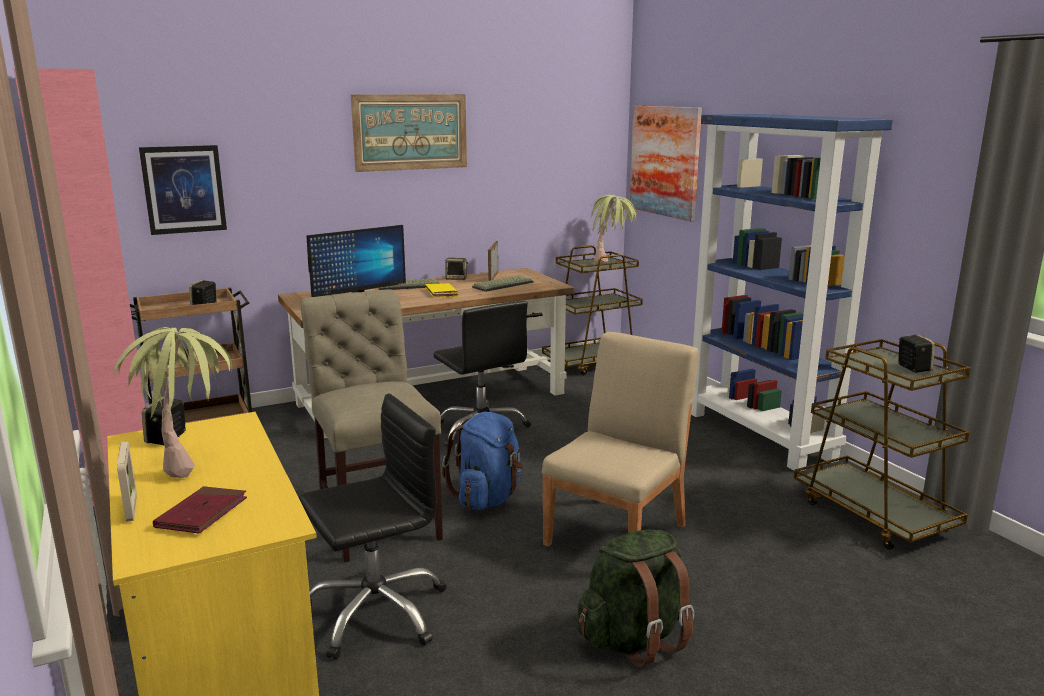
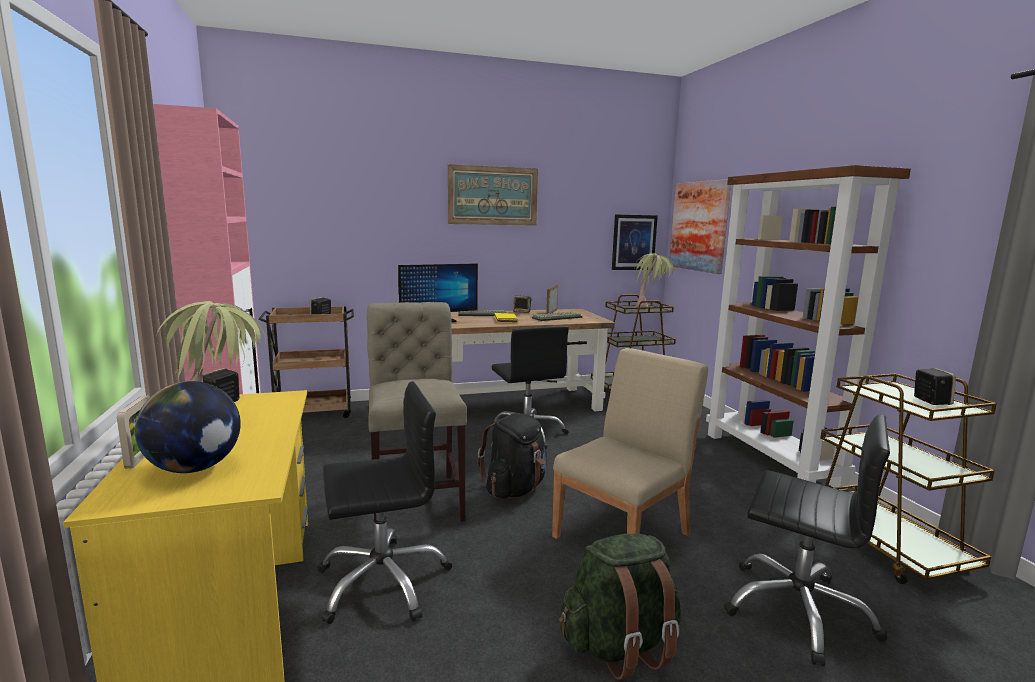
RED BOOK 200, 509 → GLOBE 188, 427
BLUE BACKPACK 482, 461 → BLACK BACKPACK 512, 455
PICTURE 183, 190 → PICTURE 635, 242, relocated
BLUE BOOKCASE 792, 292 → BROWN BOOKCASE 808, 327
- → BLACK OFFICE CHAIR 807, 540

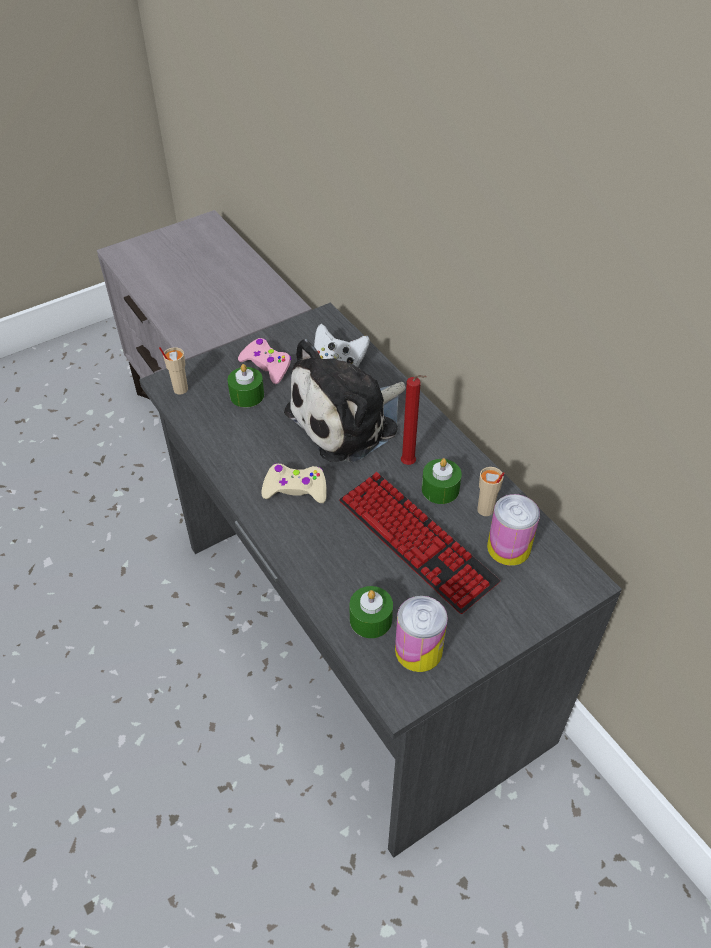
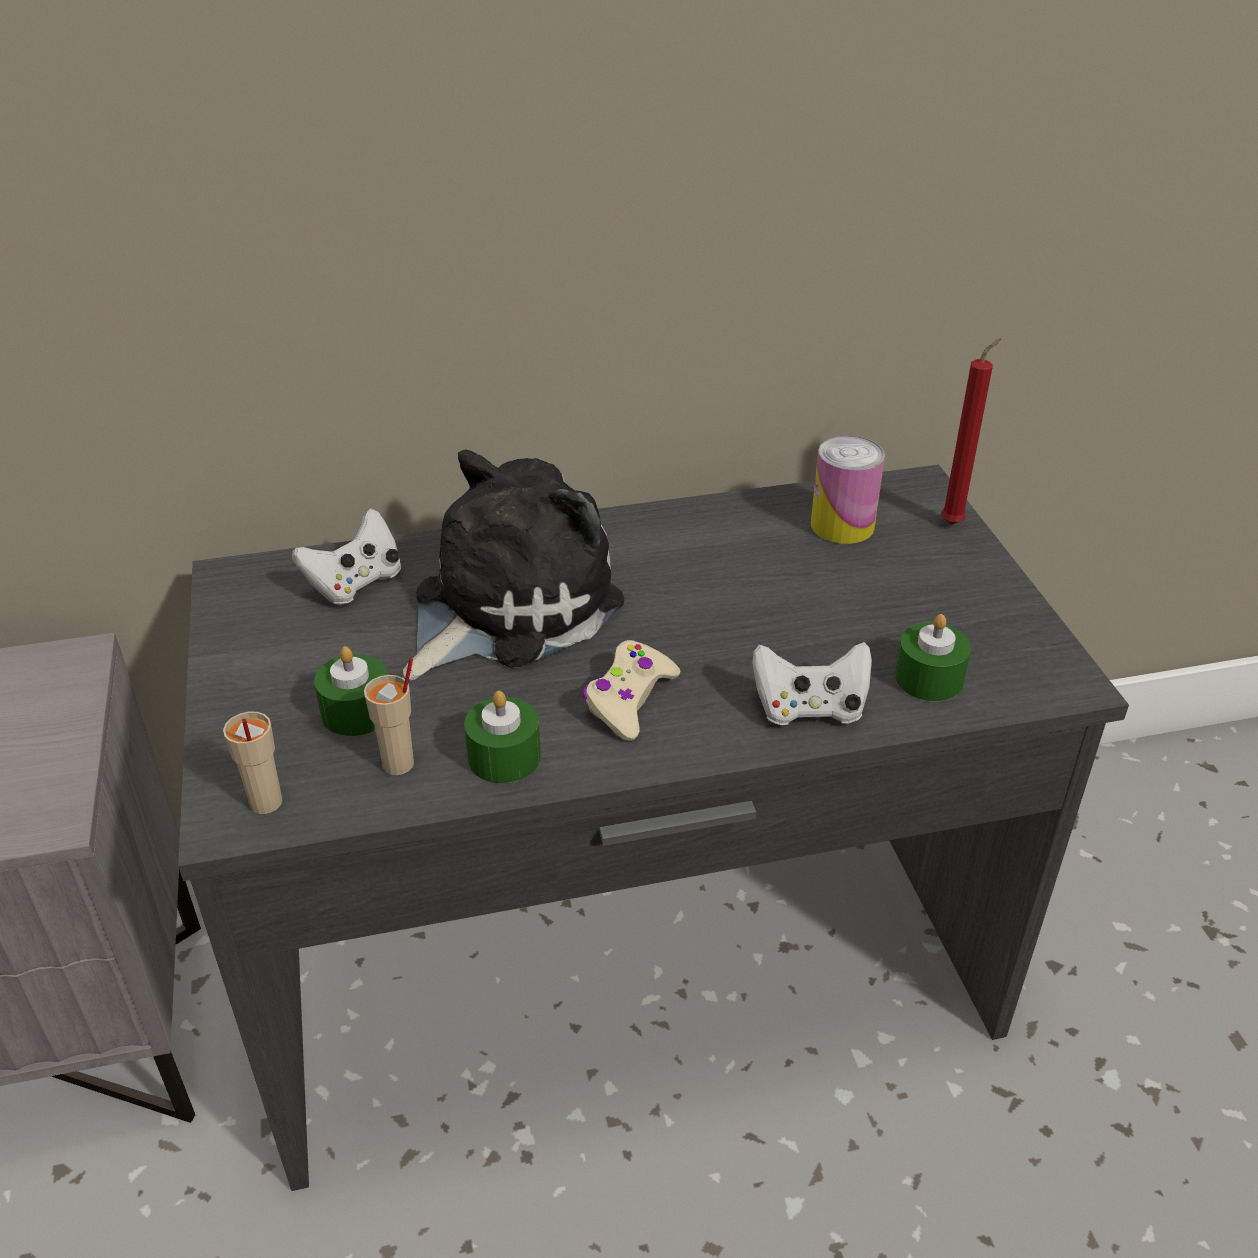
BEIGE CUP 490, 491 → BEIGE CUP 389, 716, relocated
PLUSH TOY 345, 400 → PLUSH TOY 514, 564, 120 degrees counterclockwise
GREEN CANDLE 442, 481 → GREEN CANDLE 502, 737, relocated
- → WHITE GAME CONTROLLER 812, 683
RED CANDLE 414, 420 → RED CANDLE 971, 431, relocated
PINK GAME CONTROLLER 265, 361 → -
KEYBOARD 419, 543 → -
CAN 421, 634 → -

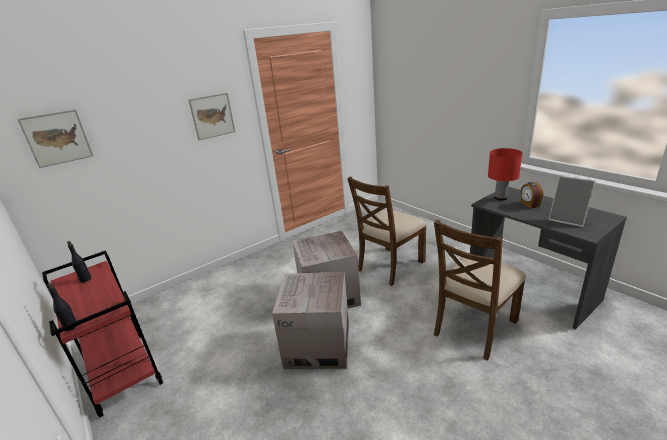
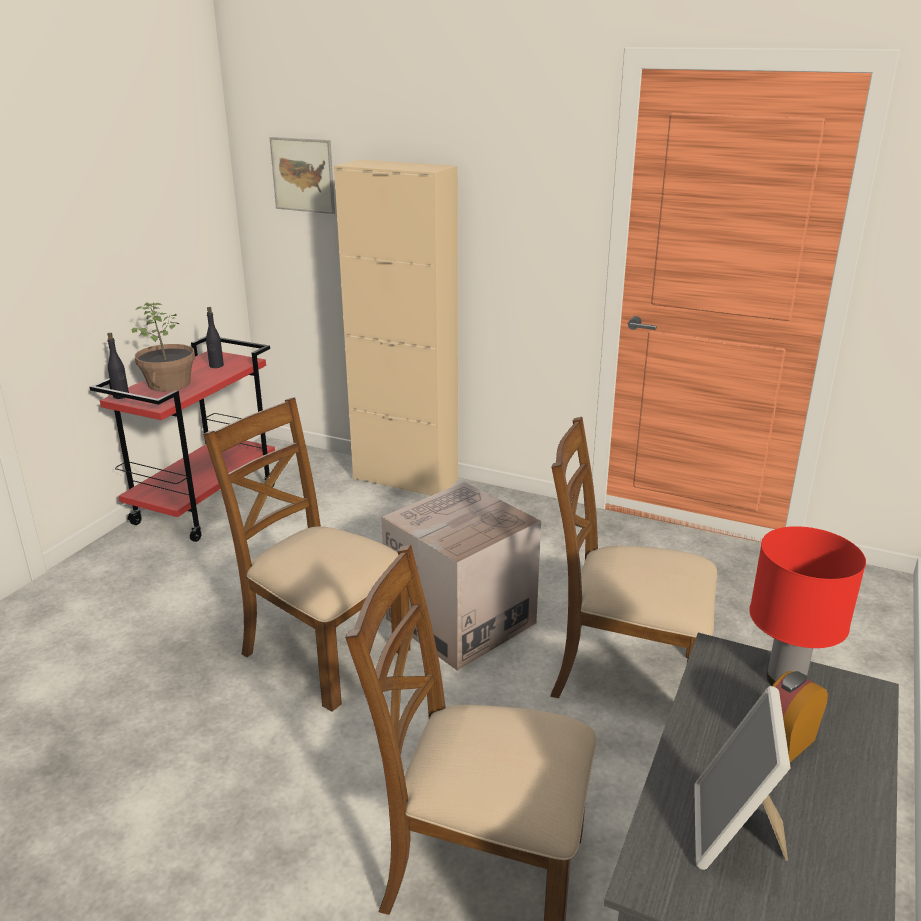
- → POTTED PLANT 163, 346
CARDBOARD BOX 310, 320 → BROWN CHAIR 306, 554
- → BEIGE CABINET 396, 328
PICTURE 211, 116 → -

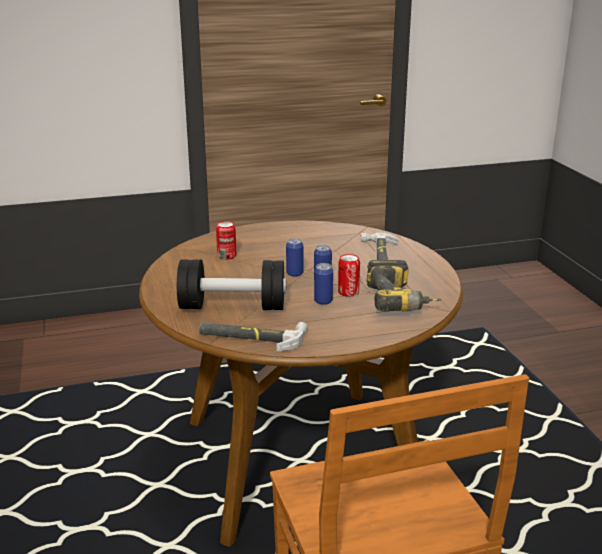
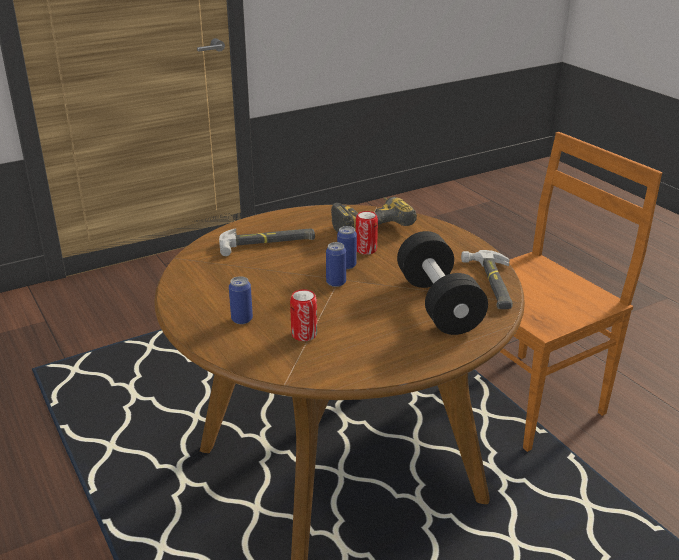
CAN 323, 284 → CAN 241, 300, relocated

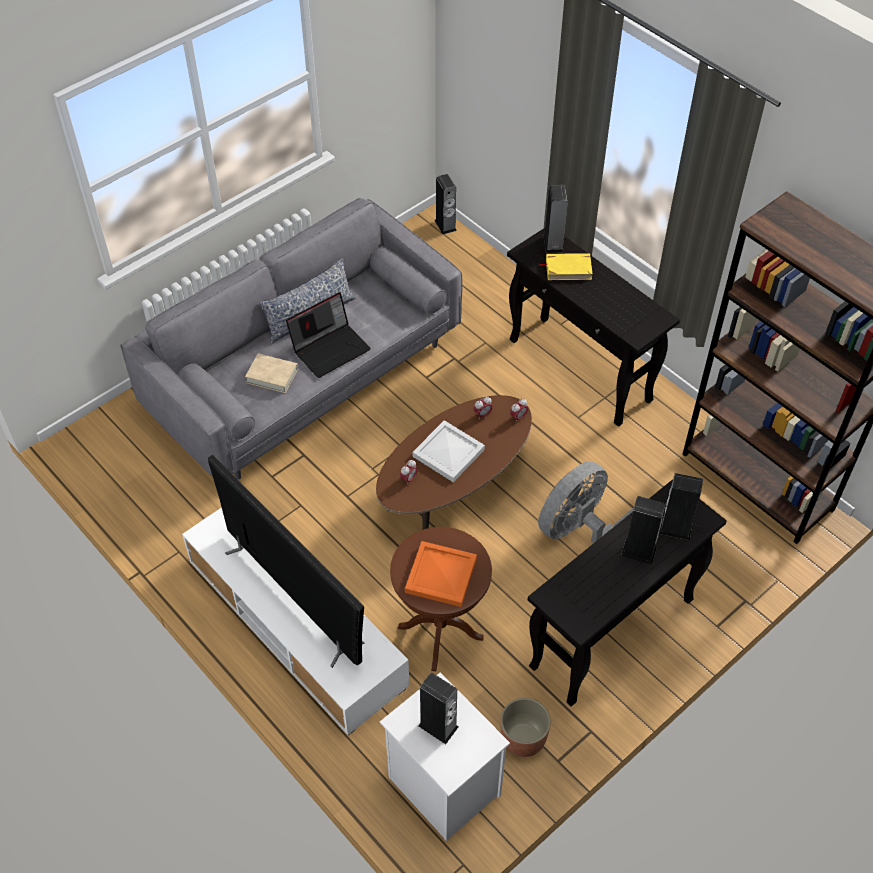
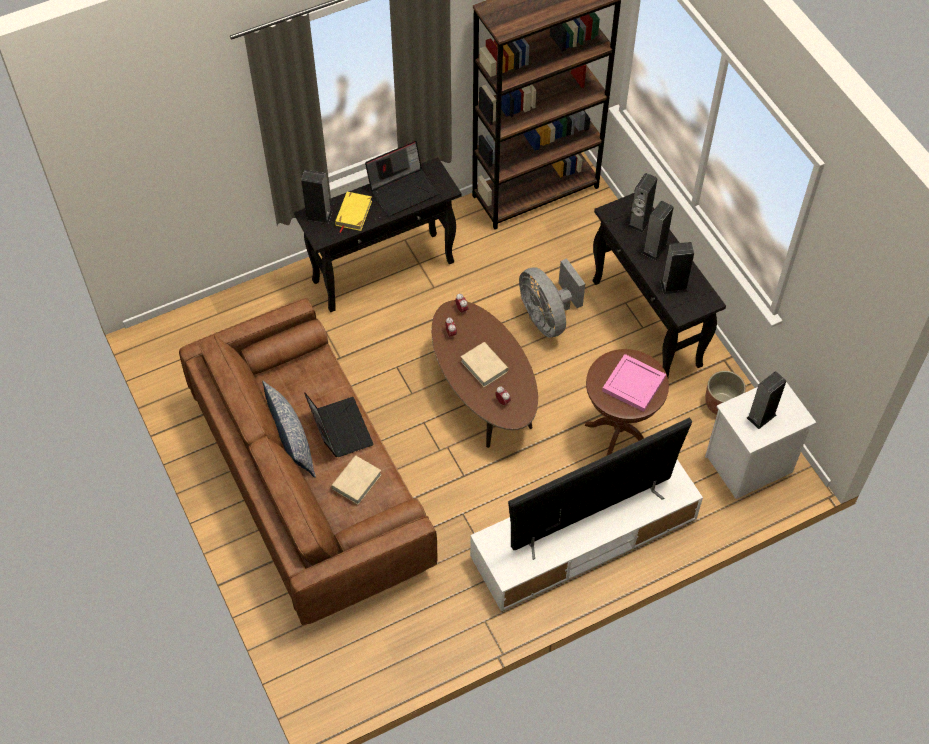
GREY SOFA 291, 338 → BROWN SOFA 308, 461
- → LAPTOP 402, 178
WHITE TRAY 448, 451 → BEIGE BOOK 485, 364
ORANGE TRAY 441, 574 → PINK TRAY 634, 383
SPEAKER 446, 204 → SPEAKER 677, 268, relocated

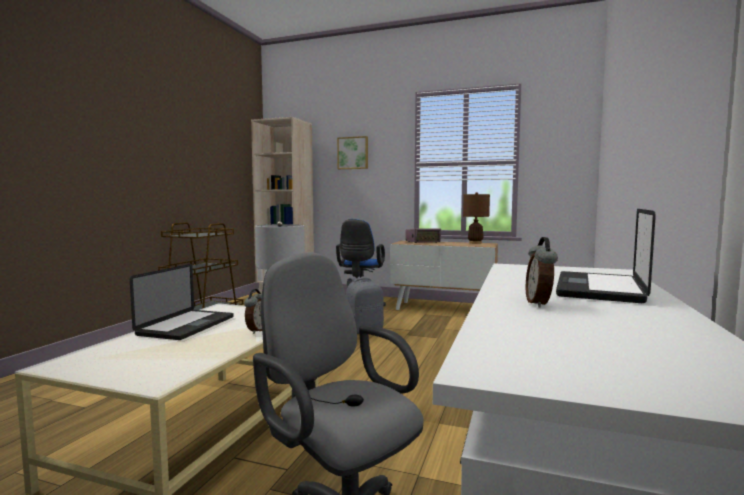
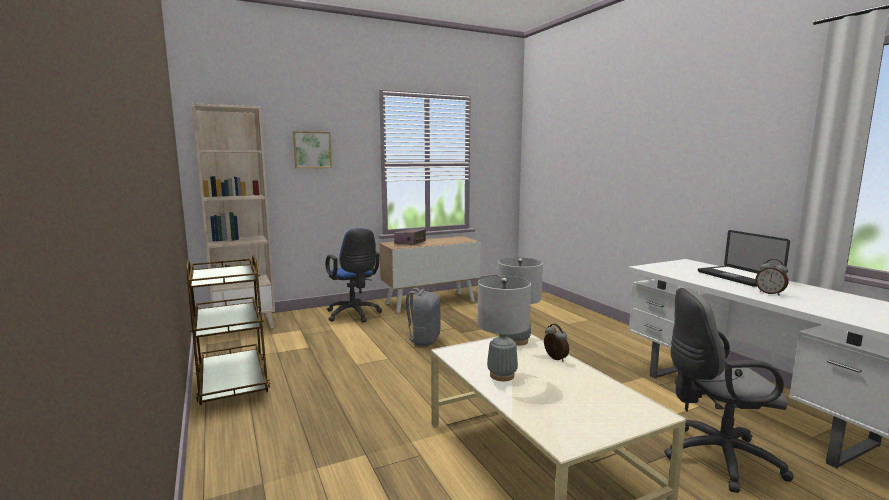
LAPTOP 182, 302 → GREY TABLE LAMP 504, 328
BROWN TABLE LAMP 476, 218 → -

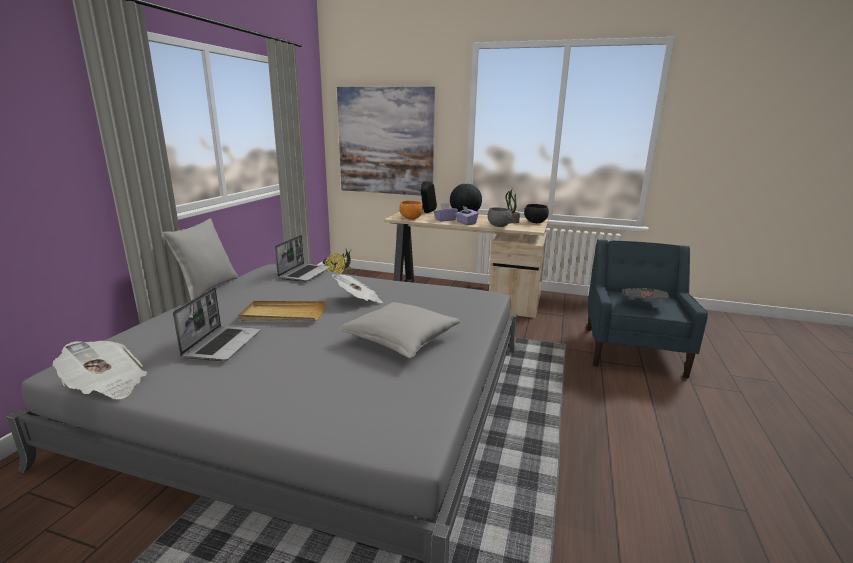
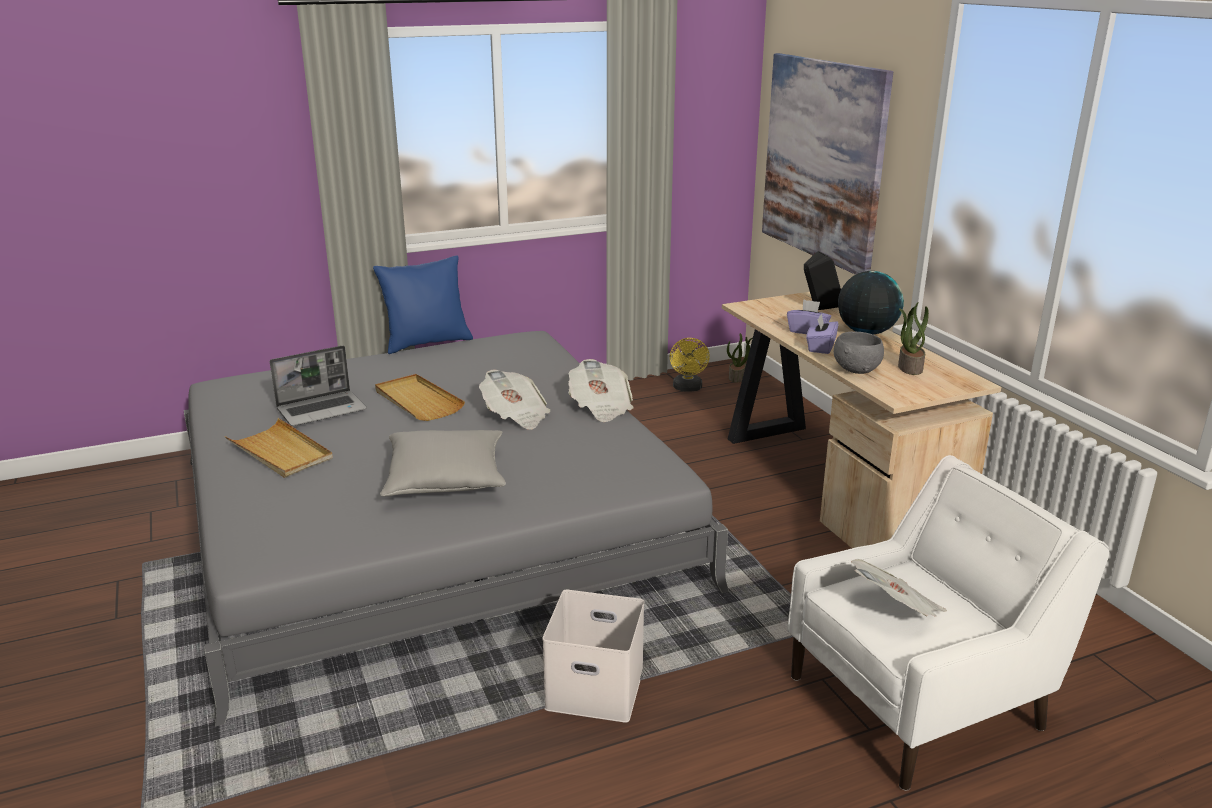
- → BEIGE TRAY 279, 448
GREY PILLOW 200, 260 → BLUE PILLOW 423, 305
- → WHITE STORAGE BOX 593, 656
NEWSPAPER 100, 370 → NEWSPAPER 601, 390, relocated
BLUE ARMCHAIR 647, 309 → WHITE ARMCHAIR 948, 623
LAPTOP 303, 258 → -
ORANGE BOWL 411, 210 → -
BLACK BOWL 536, 213 → -

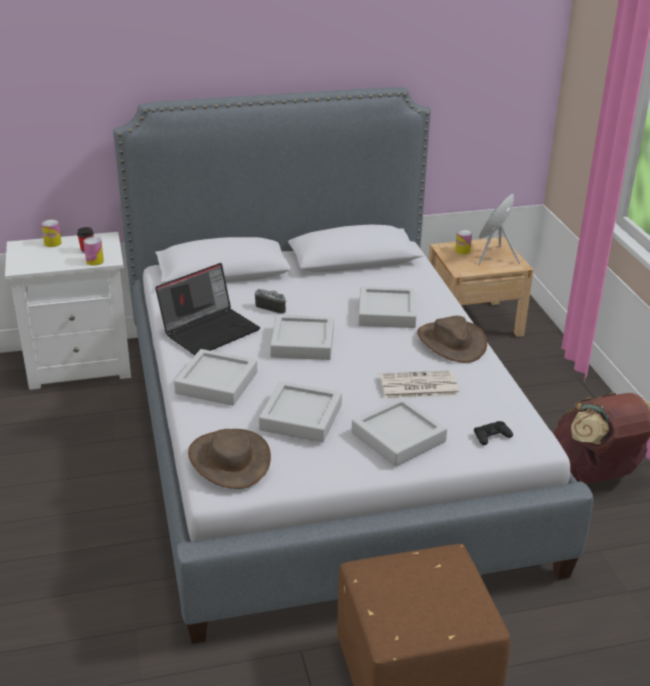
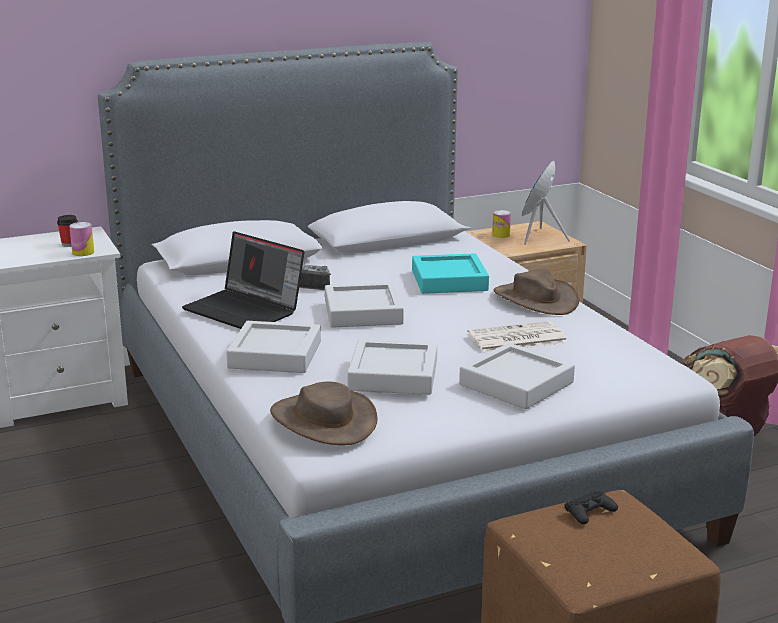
LAPTOP 207, 309 → LAPTOP 243, 280, 90 degrees clockwise
GREY TRAY 387, 307 → TURQUOISE TRAY 450, 273
BLACK GAME CONTROLLER 493, 433 → BLACK GAME CONTROLLER 591, 507, relocated
CAN 51, 233 → -

